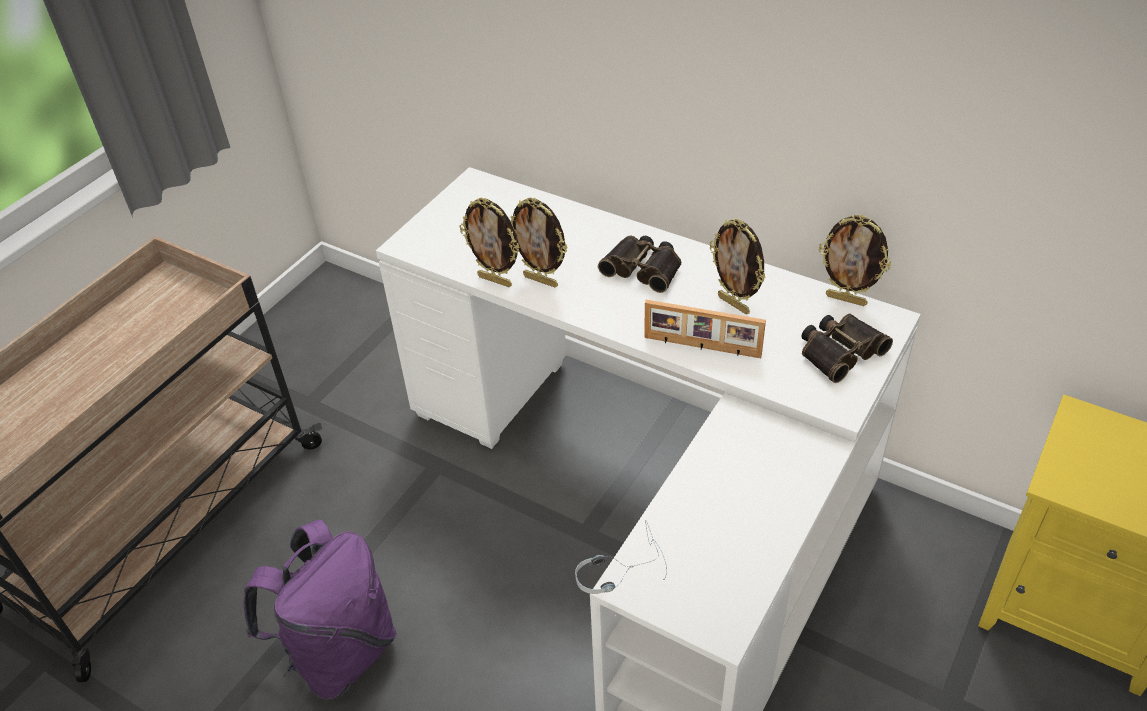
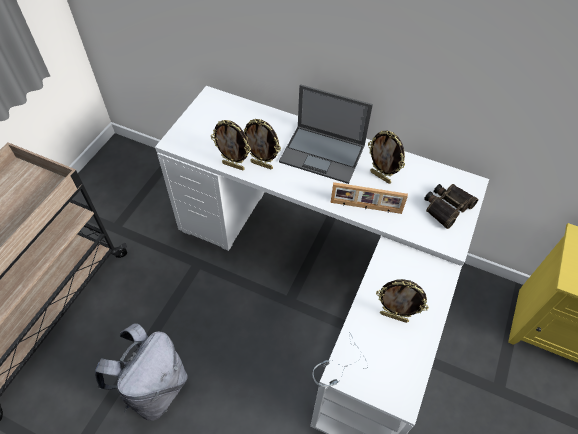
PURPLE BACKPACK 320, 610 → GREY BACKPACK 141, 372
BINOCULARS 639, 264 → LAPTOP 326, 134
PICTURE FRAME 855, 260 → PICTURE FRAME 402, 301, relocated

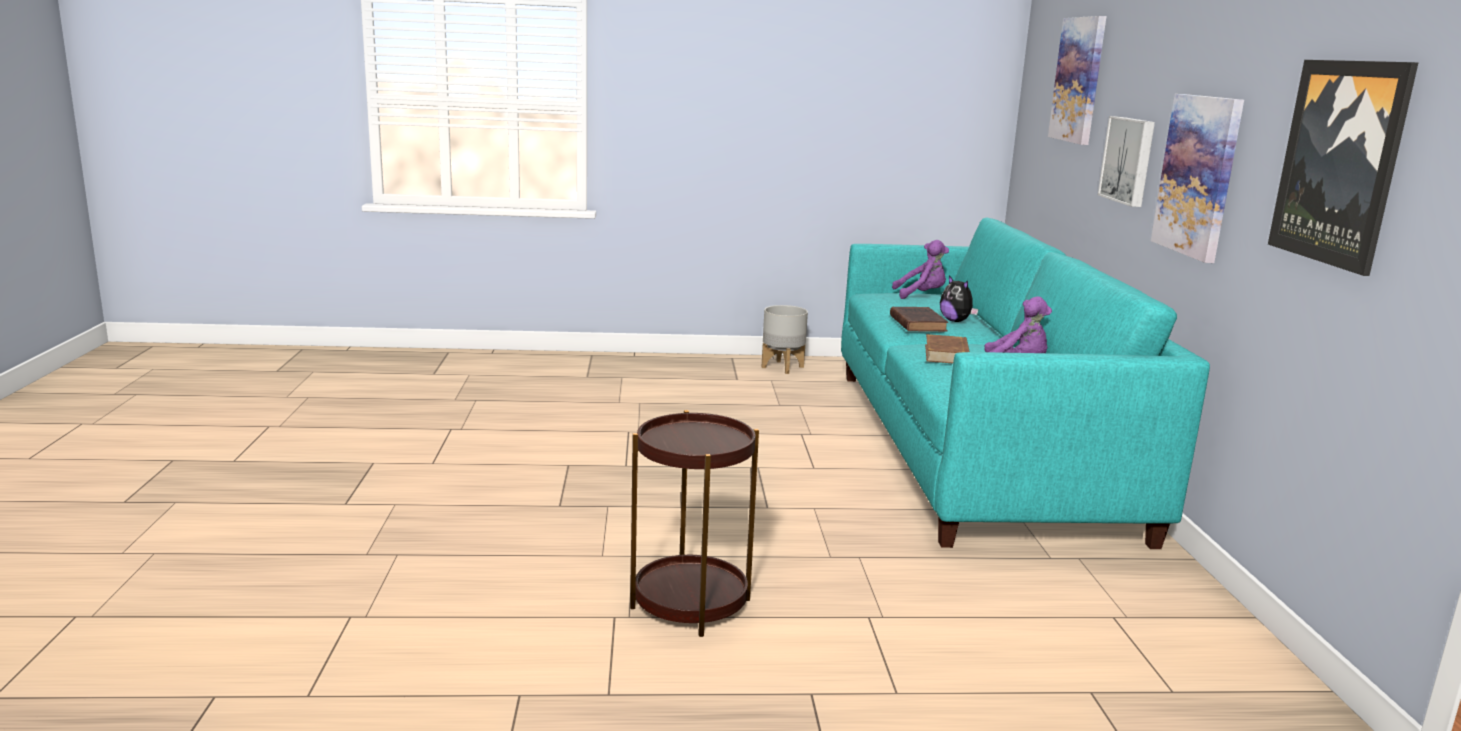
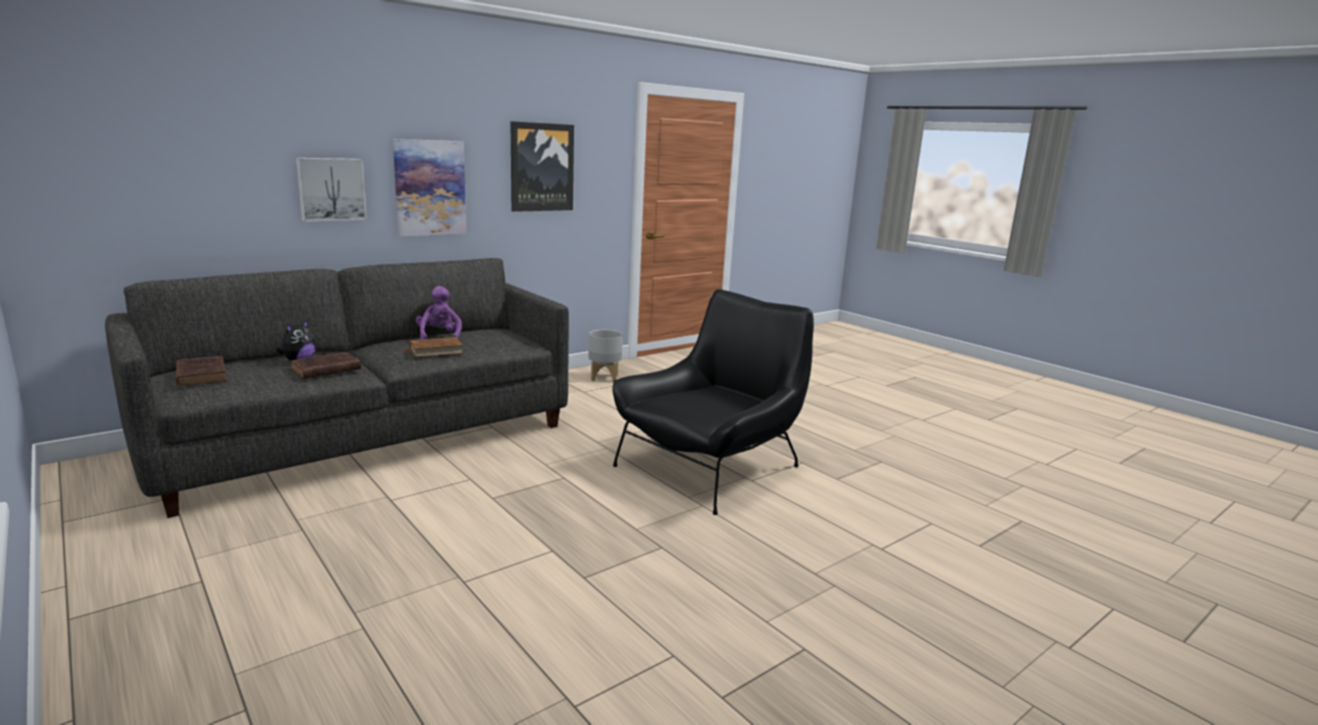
TURQUOISE SOFA 1025, 383 → GREY SOFA 337, 388
PURPLE PLUSH TOY 920, 269 → BROWN BOOK 201, 371
GREY PLANTER 784, 339 → GREY PLANTER 606, 356, relocated
BROWN SIDE TABLE 694, 523 → BLACK ARMCHAIR 713, 402
PICTURE 1077, 80 → -

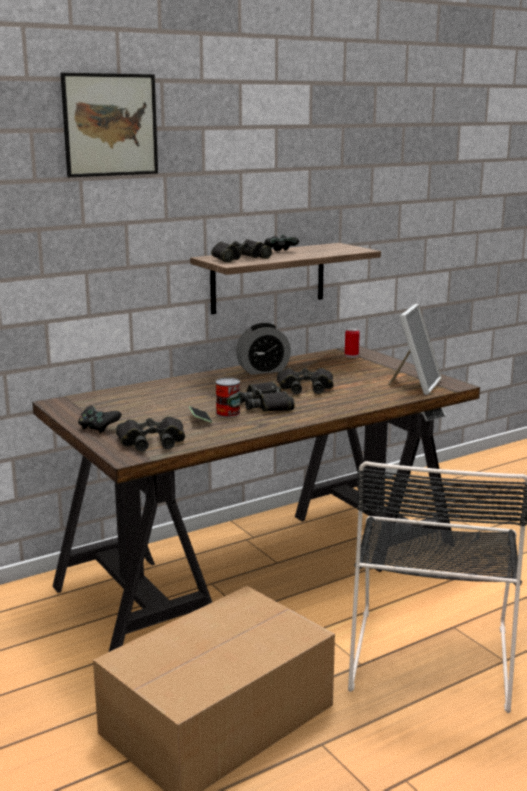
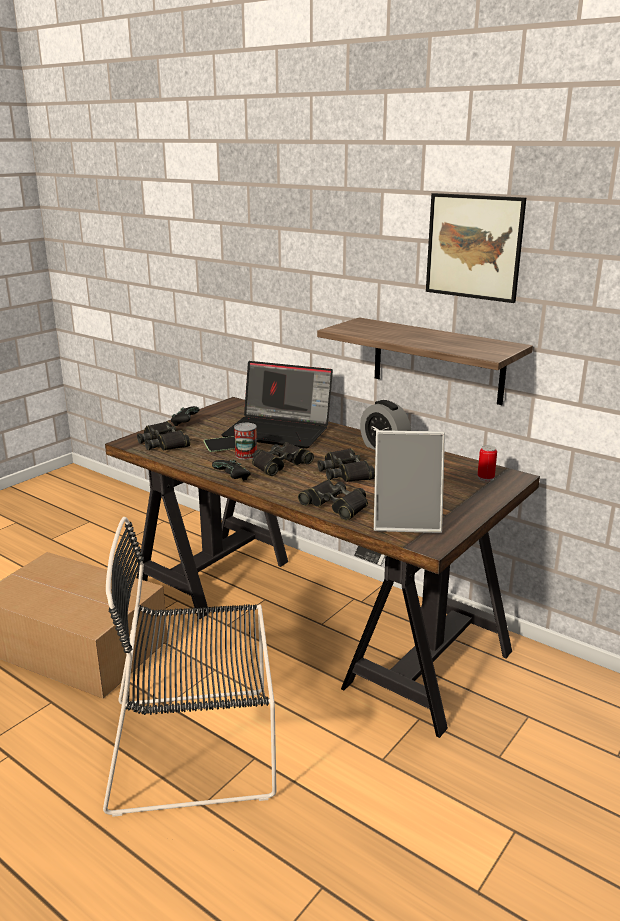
BLACK GAME CONTROLLER 281, 243 → BLACK GAME CONTROLLER 231, 470, relocated
- → LAPTOP 277, 405
BLACK BINOCULARS 241, 251 → BLACK BINOCULARS 333, 500, relocated
PICTURE 109, 125 → PICTURE 476, 248, relocated

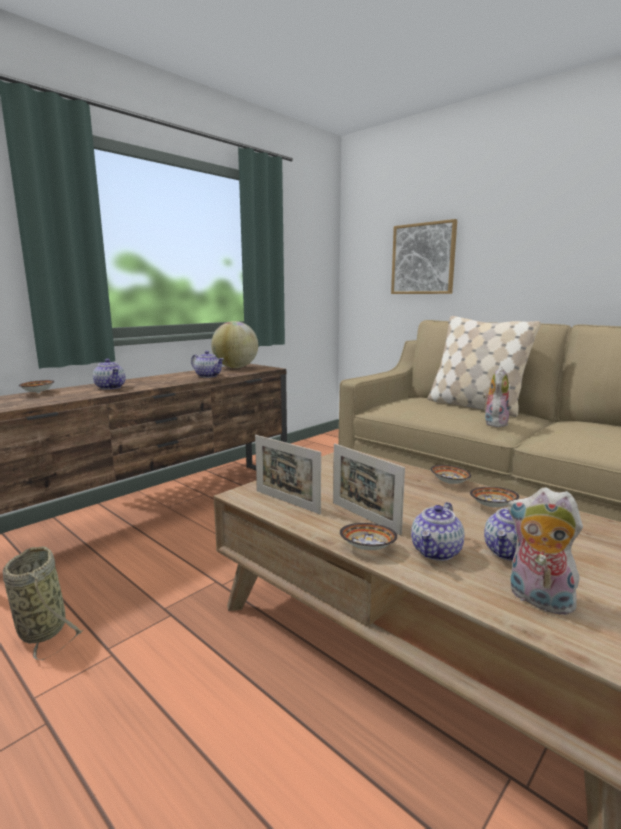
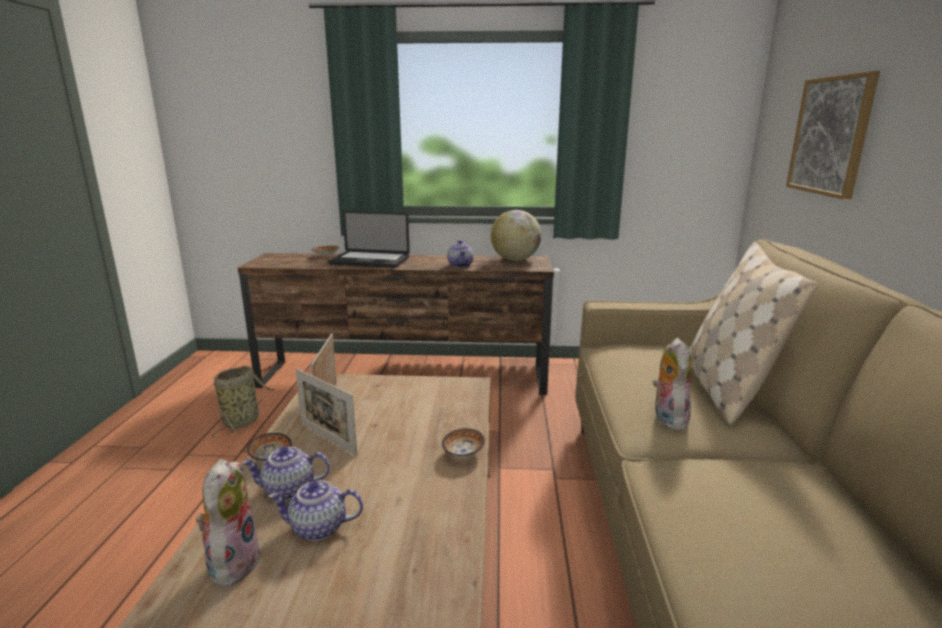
PICTURE FRAME 369, 489 → PICTURE FRAME 326, 412, 60 degrees counterclockwise
TEAPOT 109, 374 → LAPTOP 369, 239
PLUSH TOY 496, 397 → PLUSH TOY 671, 384, 75 degrees counterclockwise
BOWL 494, 497 → -

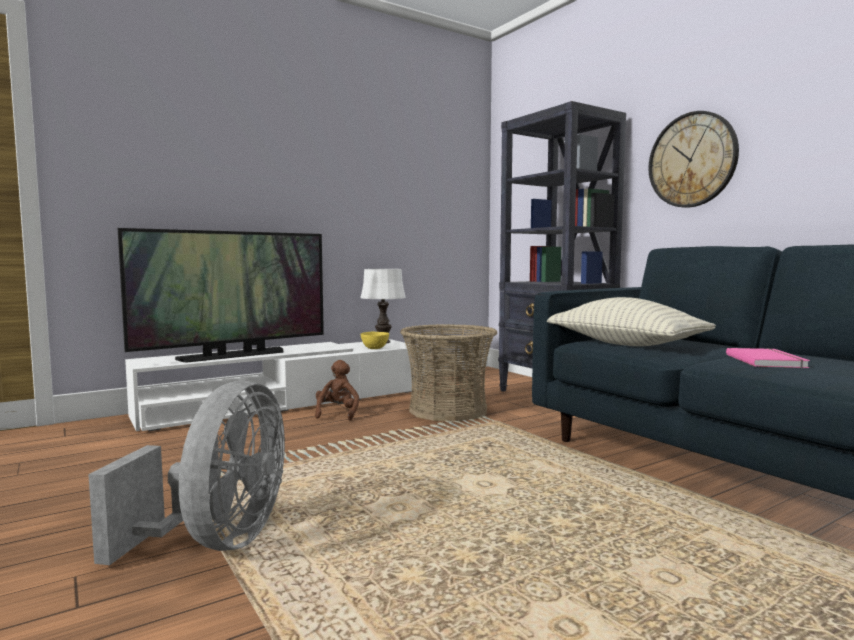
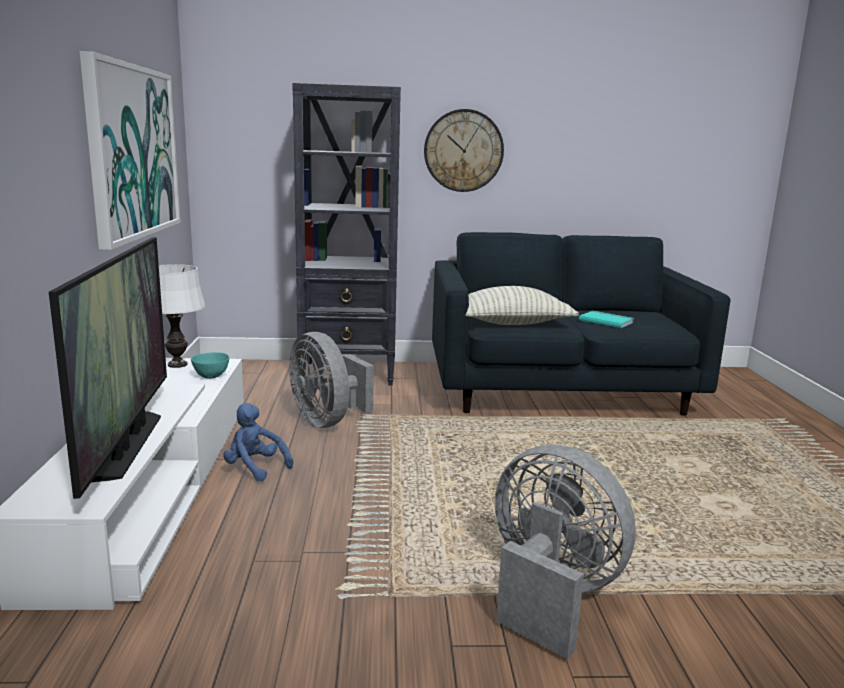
- → PICTURE 130, 150
YELLOW BOWL 375, 340 → TURQUOISE BOWL 210, 365
BROWN PLUSH TOY 337, 390 → BLUE PLUSH TOY 258, 442
BASKET 448, 373 → GREY FAN 331, 380
PINK BOOK 768, 358 → TURQUOISE BOOK 606, 319

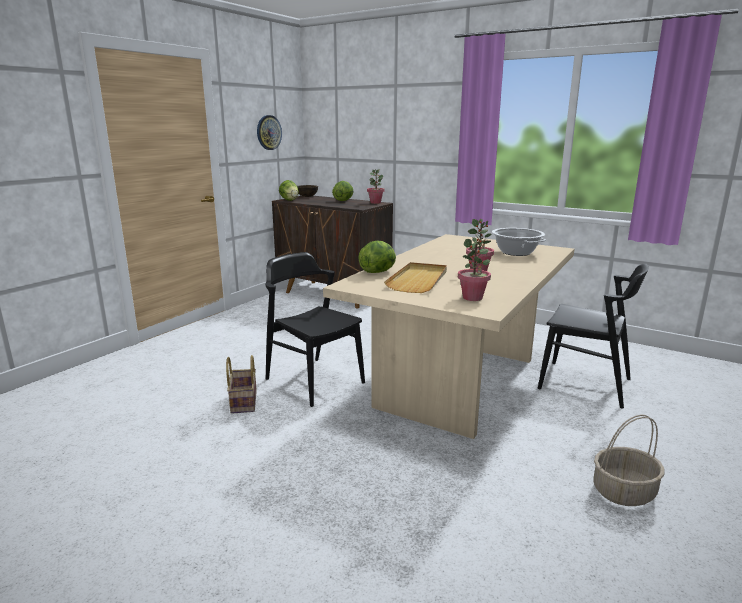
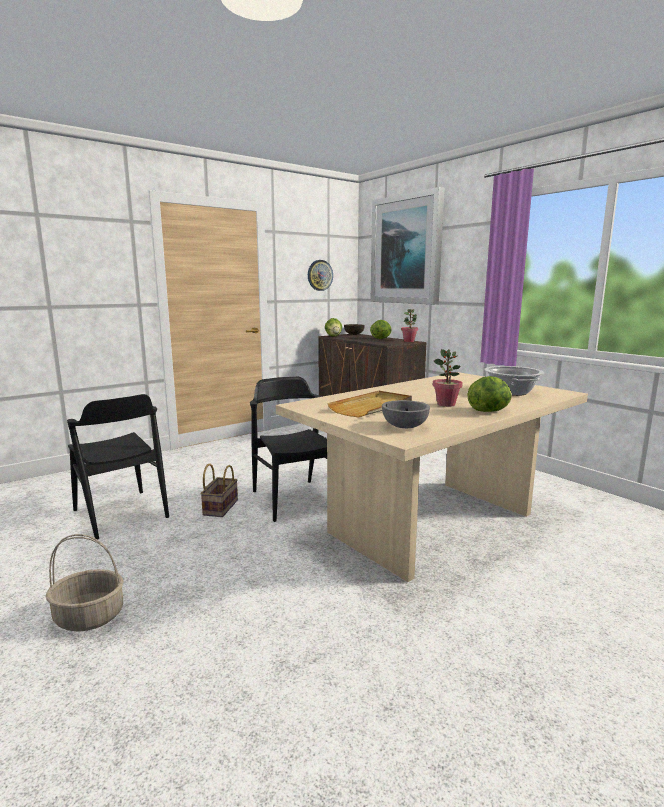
BASKET 629, 460 → BASKET 85, 583, relocated
BLACK CHAIR 593, 336 → BLACK CHAIR 118, 467, relocated
- → PICTURE 407, 245
POTTED PLANT 474, 269 → GREY BOWL 406, 414
LETTUCE 377, 257 → LETTUCE 490, 394, relocated

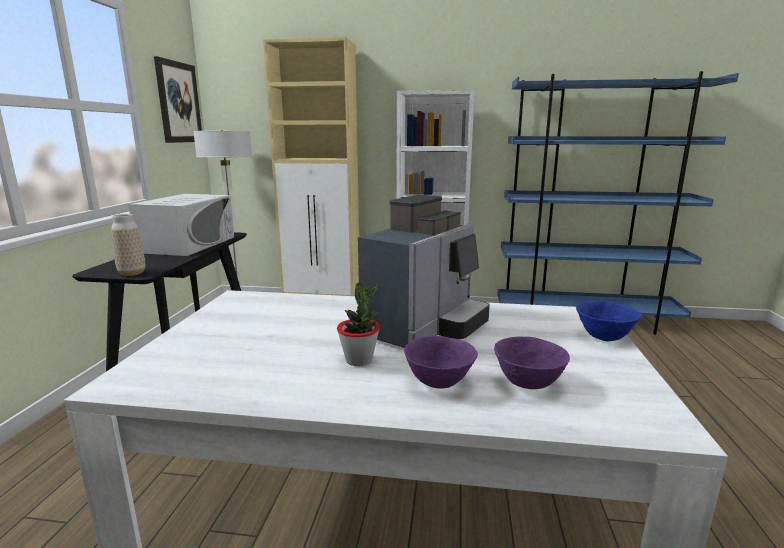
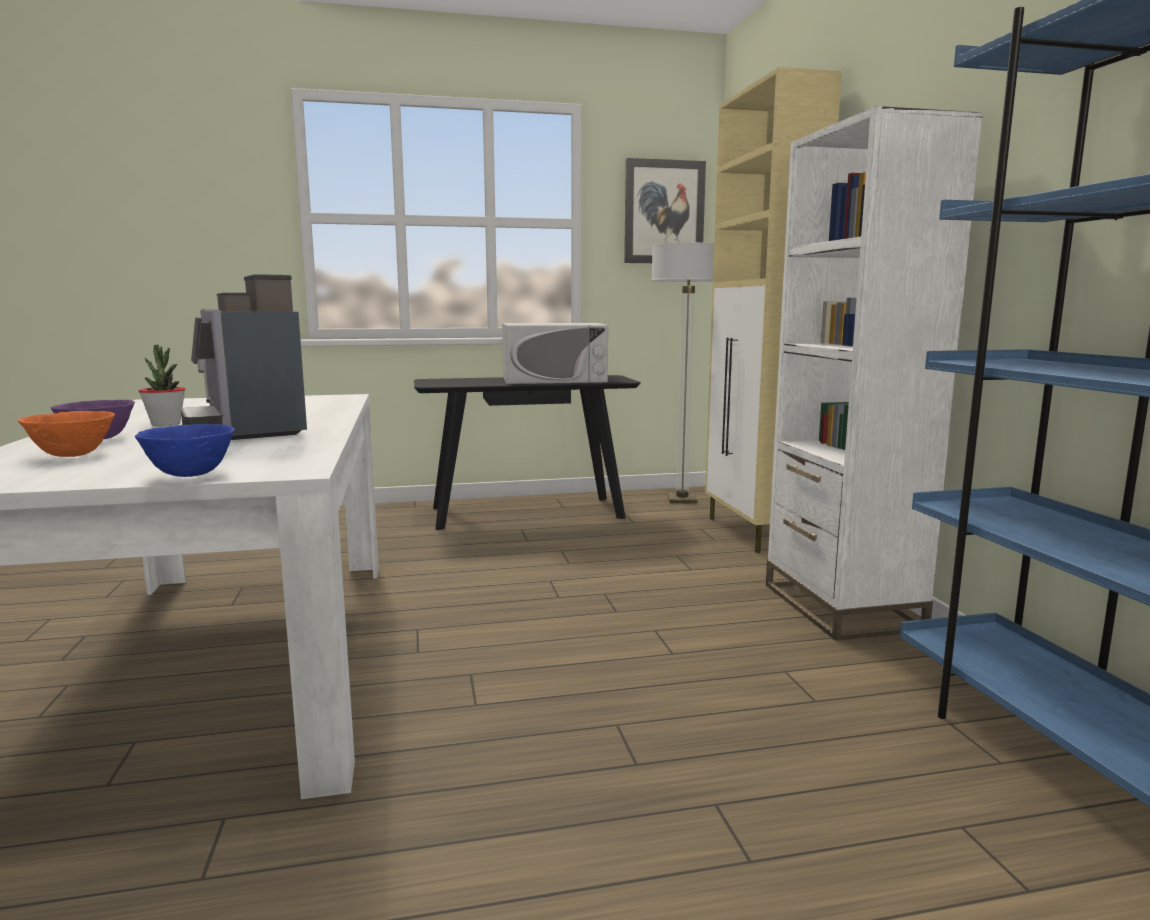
PURPLE BOWL 532, 362 → ORANGE BOWL 66, 434
COFFEE MACHINE 424, 271 → COFFEE MACHINE 244, 357, 45 degrees clockwise
VASE 128, 245 → -

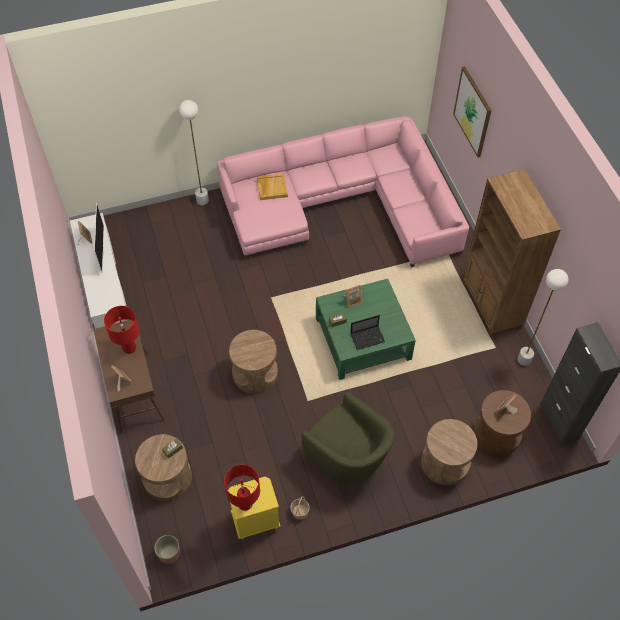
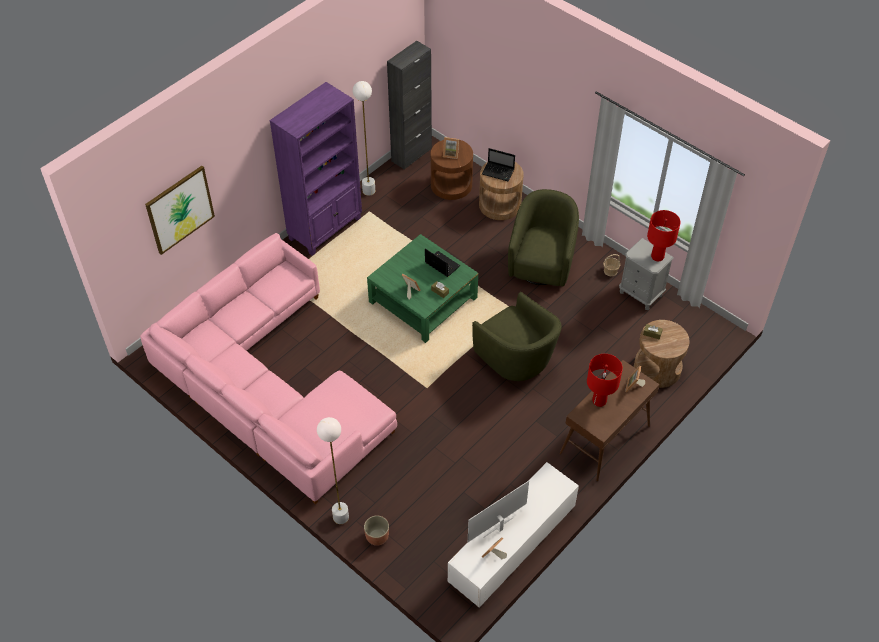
BROWN BOOKCASE 511, 253 → PURPLE BOOKCASE 316, 169
PLANTER 167, 549 → PLANTER 376, 531, relocated
BROWN SIDE TABLE 253, 362 → GREEN ARMCHAIR 517, 336
- → LAPTOP 498, 164
YELLOW NIGHTSTAND 254, 508 → GREY NIGHTSTAND 646, 274
BEIGE TRAY 272, 187 → -

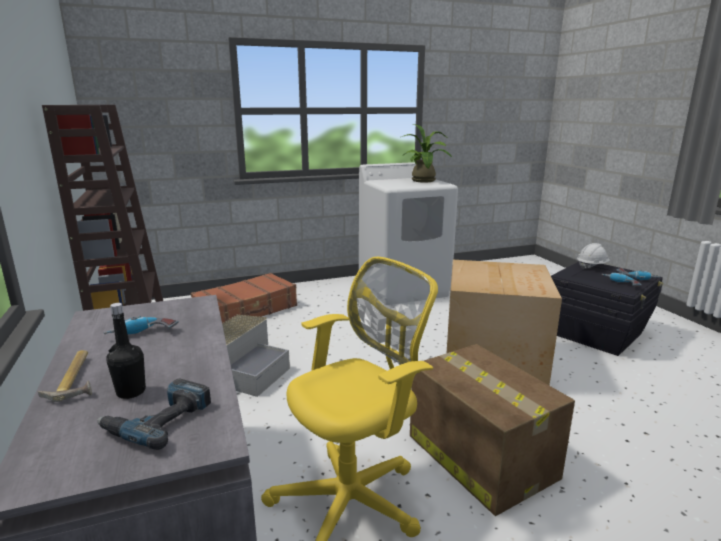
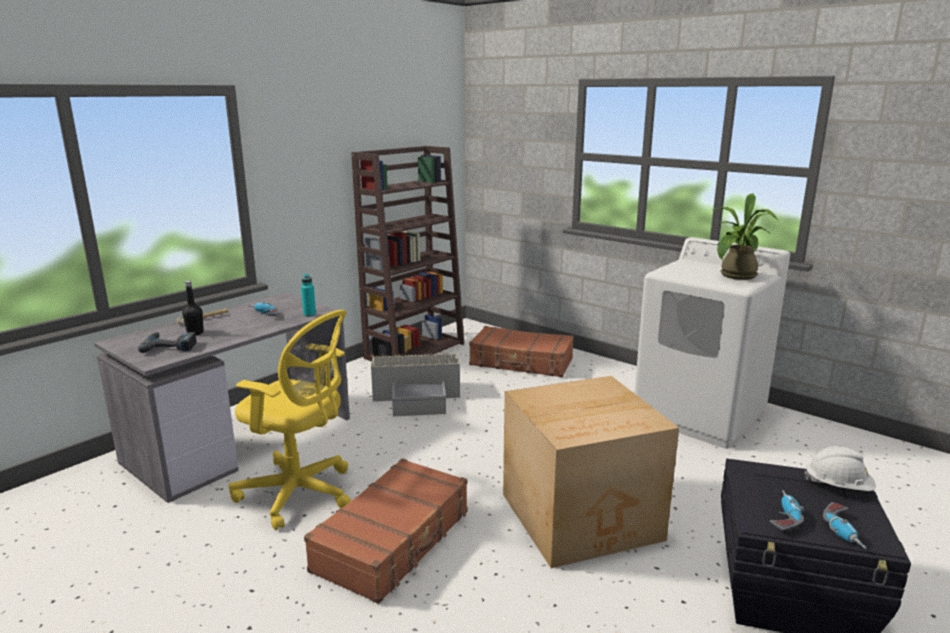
- → TURQUOISE BOTTLE 308, 295
CARDBOARD BOX 492, 430 → BROWN SUITCASE 386, 531

